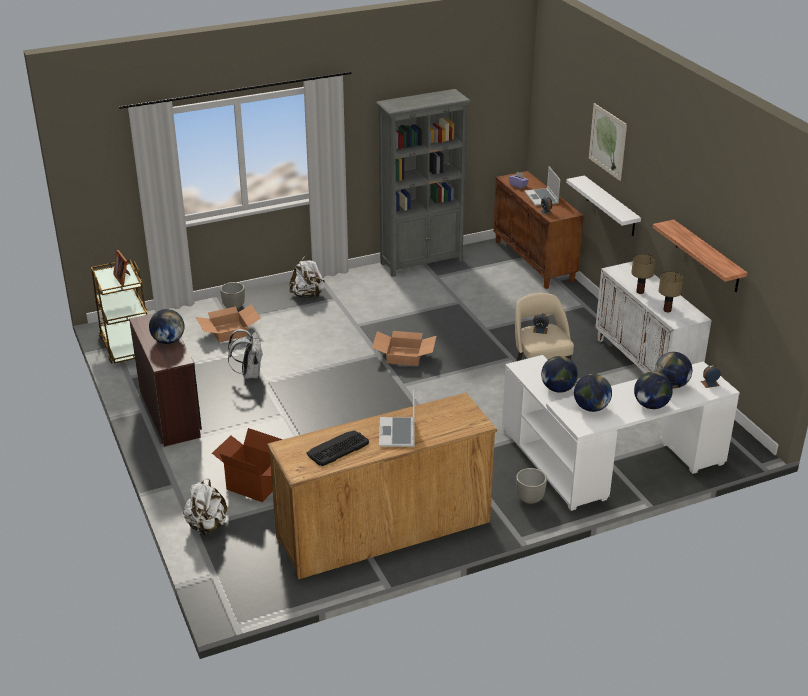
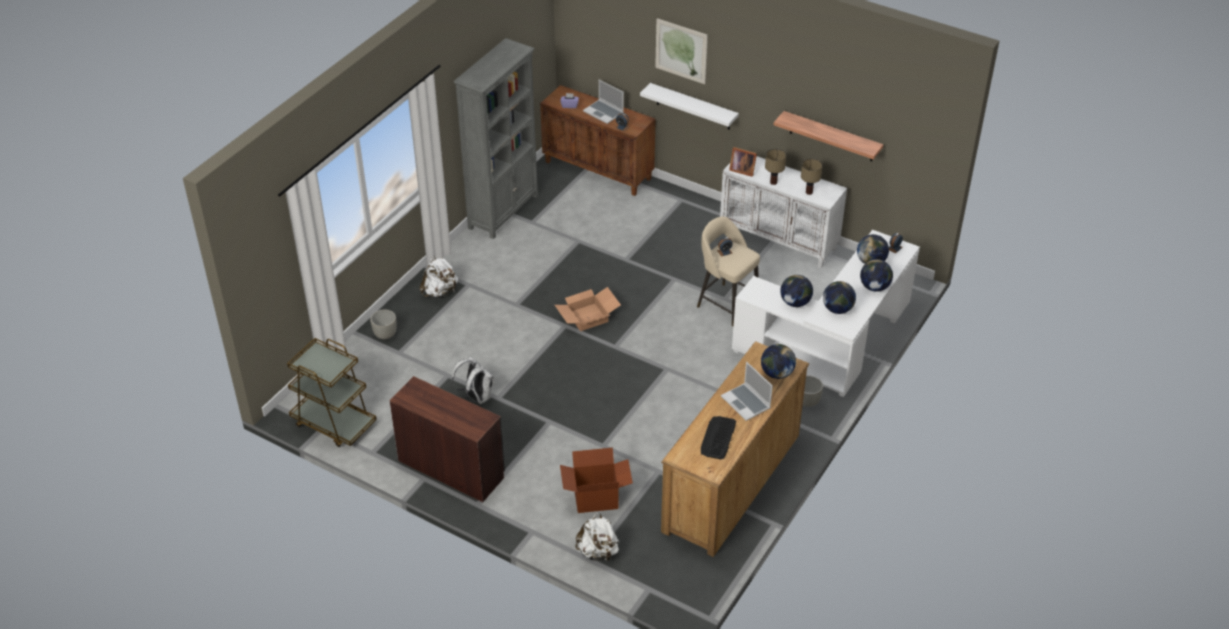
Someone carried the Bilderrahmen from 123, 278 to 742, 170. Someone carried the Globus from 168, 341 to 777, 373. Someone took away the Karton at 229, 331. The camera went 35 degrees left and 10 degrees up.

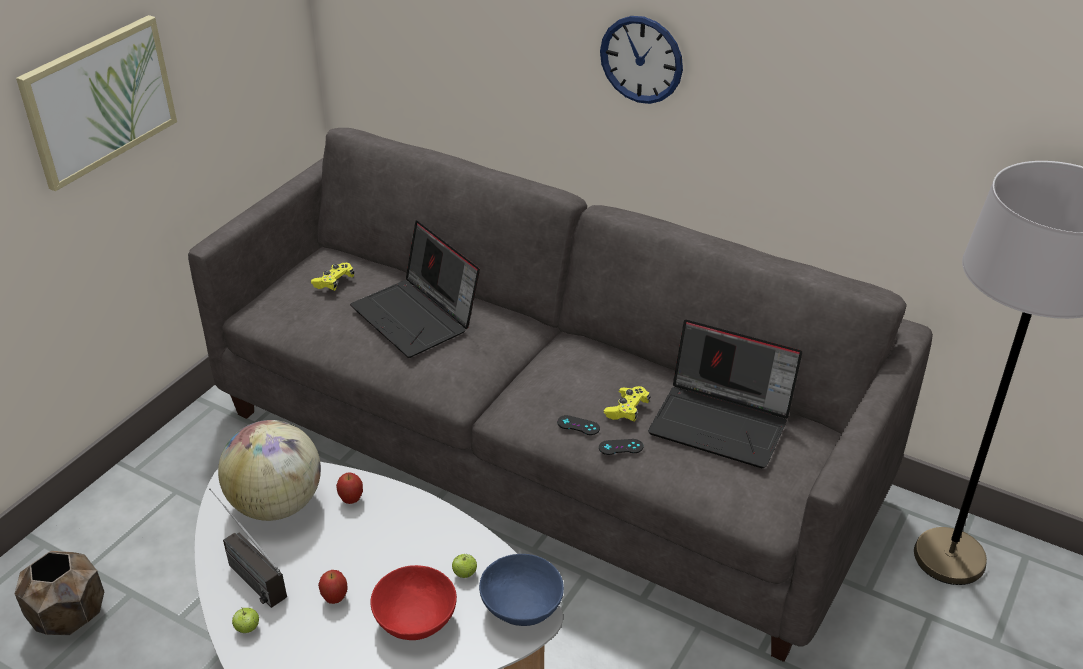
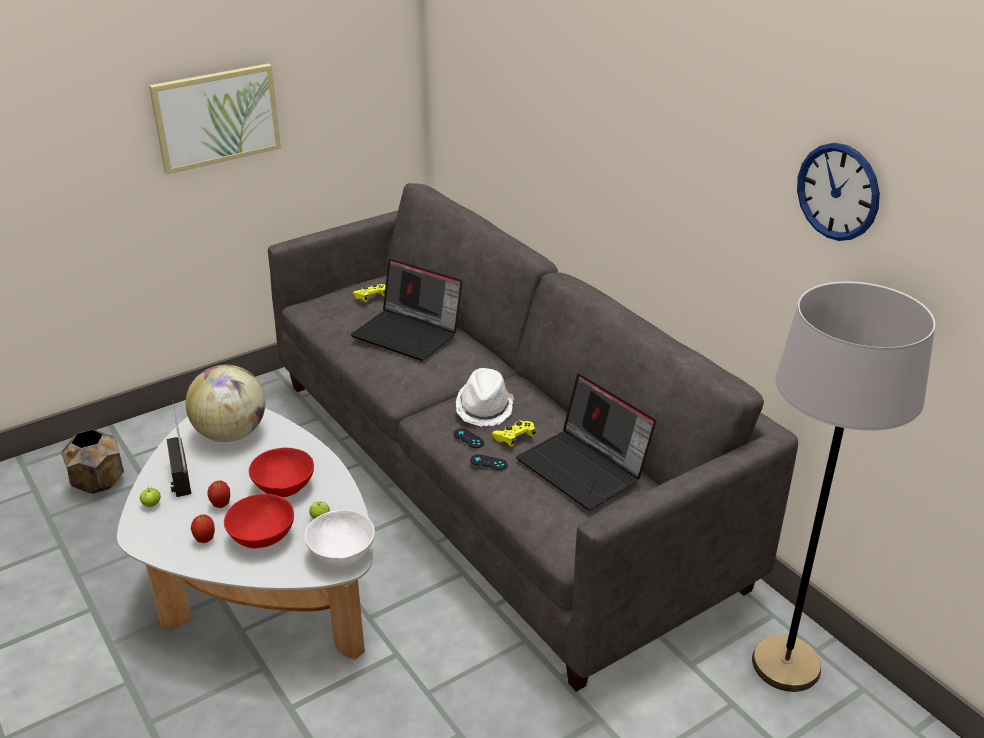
Someone carried the Apfel from 351, 500 to 205, 540. Someone put down the Schüssel [rot] at 284, 487. Someone repainted the Schüssel [blau] at 522, 608, which became the Schüssel [weiß] at 342, 554. Someone rotated the Laptop at 417, 317 by 45 degrees counterclockwise. Someone put down the Hut [weiß] at 485, 408. Someone carried the Wanduhr from 641, 59 to 838, 192. The camera went 25 degrees right and 5 degrees down.

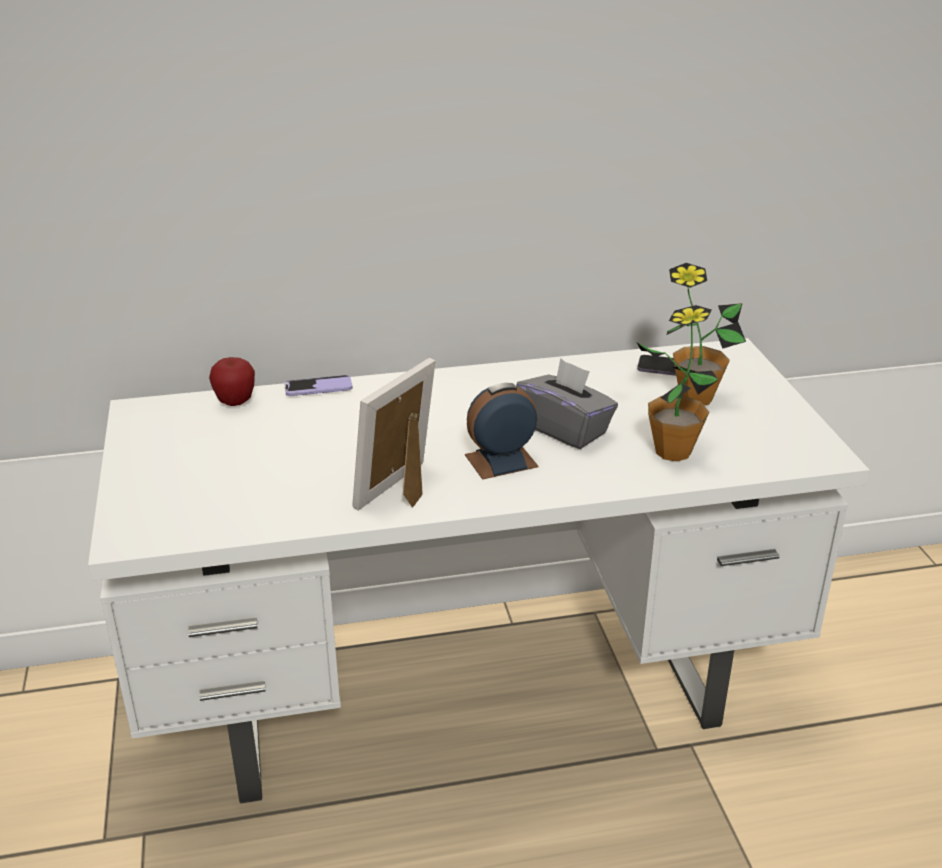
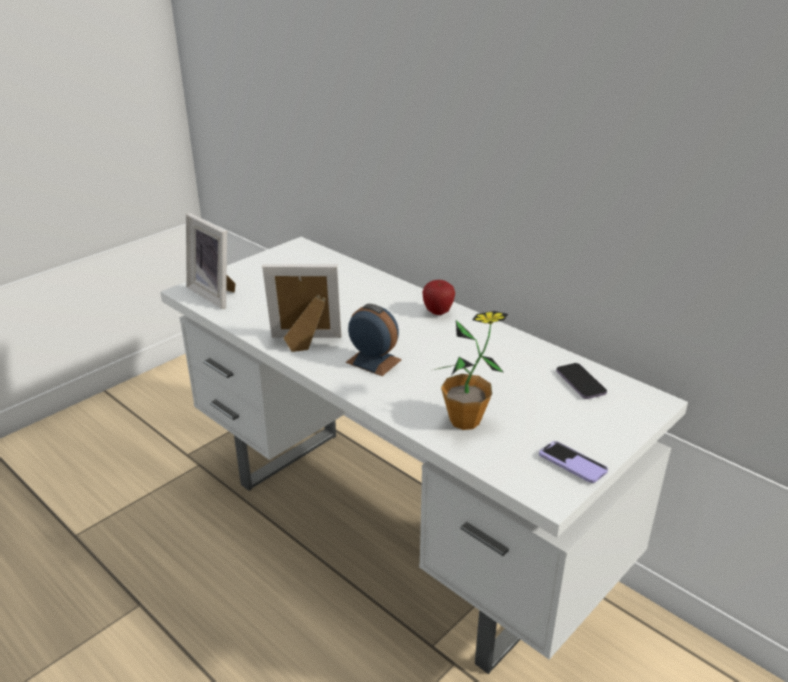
Someone put down the Bilderrahmen at 216, 294. Someone carried the Apfel from 235, 402 to 438, 312. Someone carried the Handy from 318, 388 to 572, 463. Someone took away the Taschentuchbox [grau] at 565, 429. Someone took away the Topfpflanze at 695, 398. The camera went 55 degrees right and 0 degrees up.

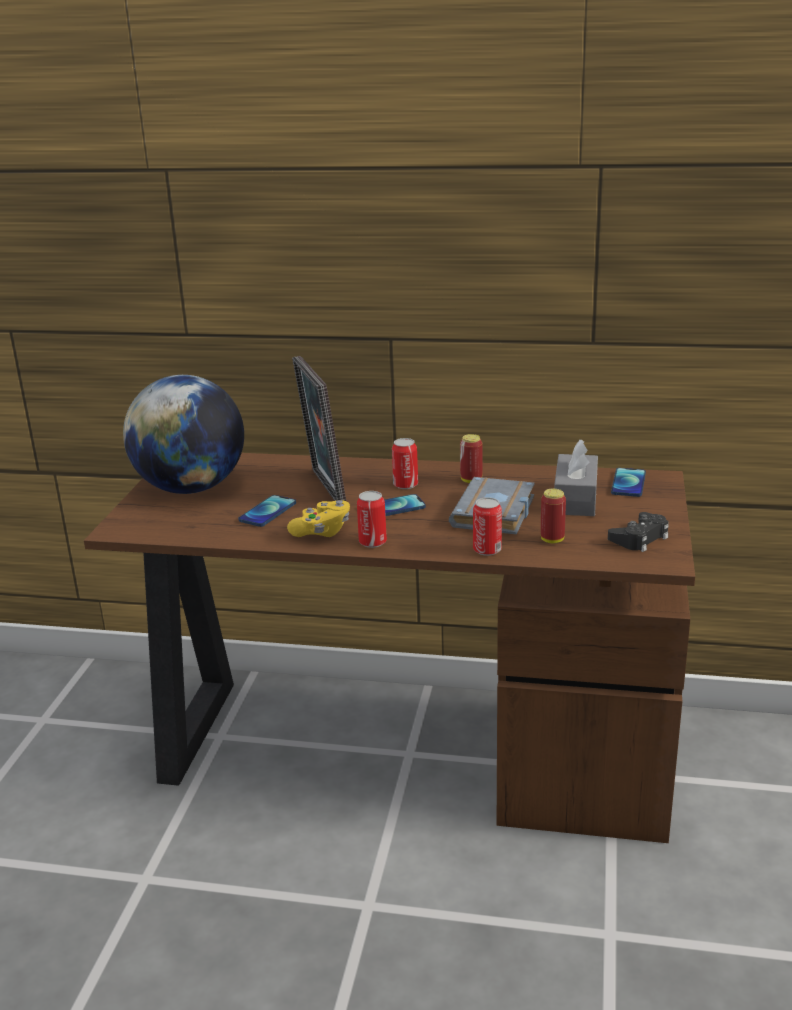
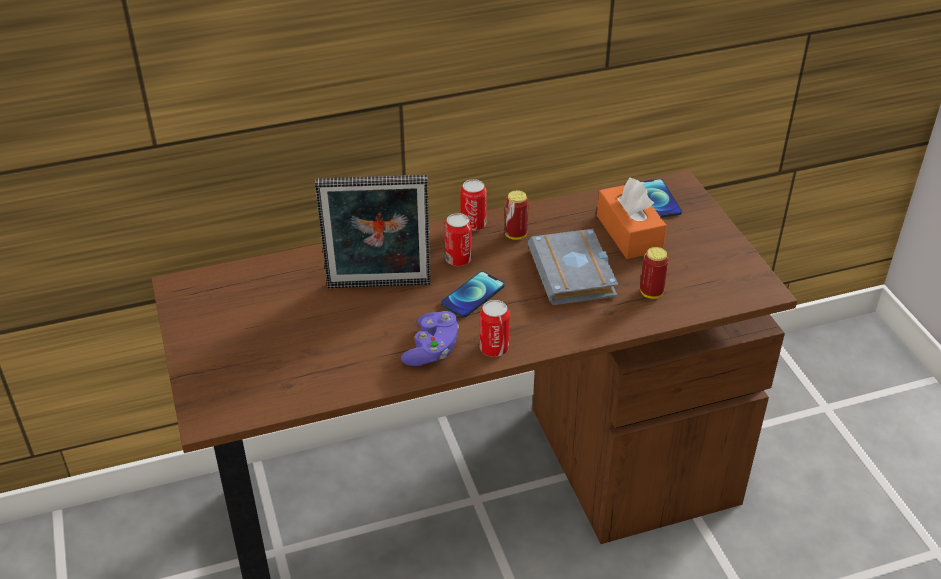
Someone rotated the Bilderrahmen at 323, 488 by 45 degrees counterclockwise. Someone repainted the Gamepad [gelb] at 322, 532, which became the Gamepad [lila] at 432, 350. Someone carried the Dose from 487, 550 to 473, 224. Someone repainted the Taschentuchbox [grau] at 575, 499, which became the Taschentuchbox [orange] at 629, 233. Someone took away the Globus at 191, 488. Someone took away the Handy at 267, 512. Someone took away the Gamepad [schwarz] at 639, 538. The camera went 30 degrees left and 15 degrees up.

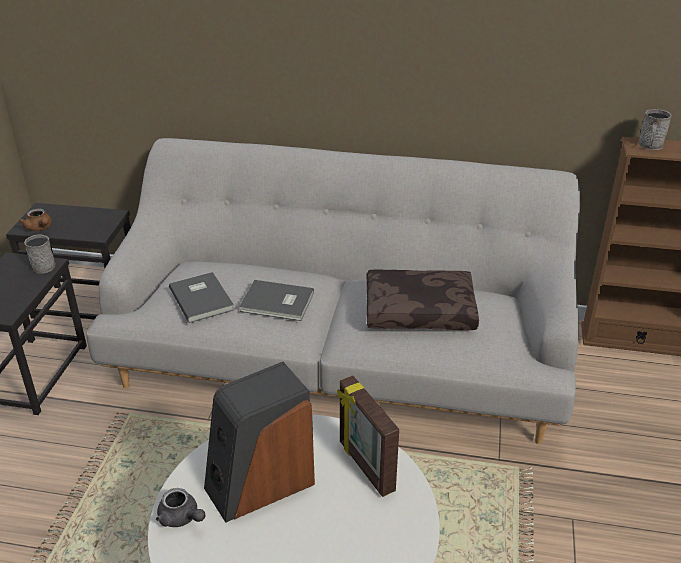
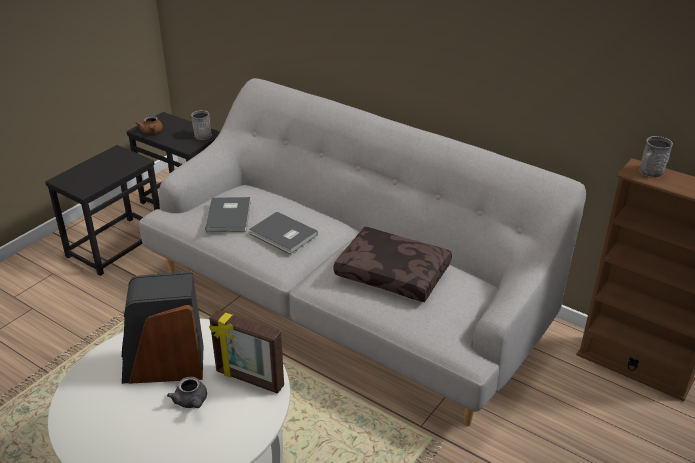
Someone carried the Teekanne [grau] from 181, 518 to 191, 402. Someone carried the Henkelbecher [grau] from 41, 265 to 202, 134. Someone rotated the Bilderrahmen at 365, 466 by 60 degrees counterclockwise. The camera went 25 degrees right and 0 degrees up.

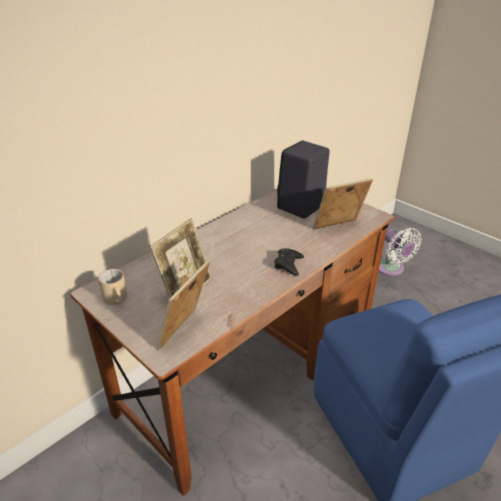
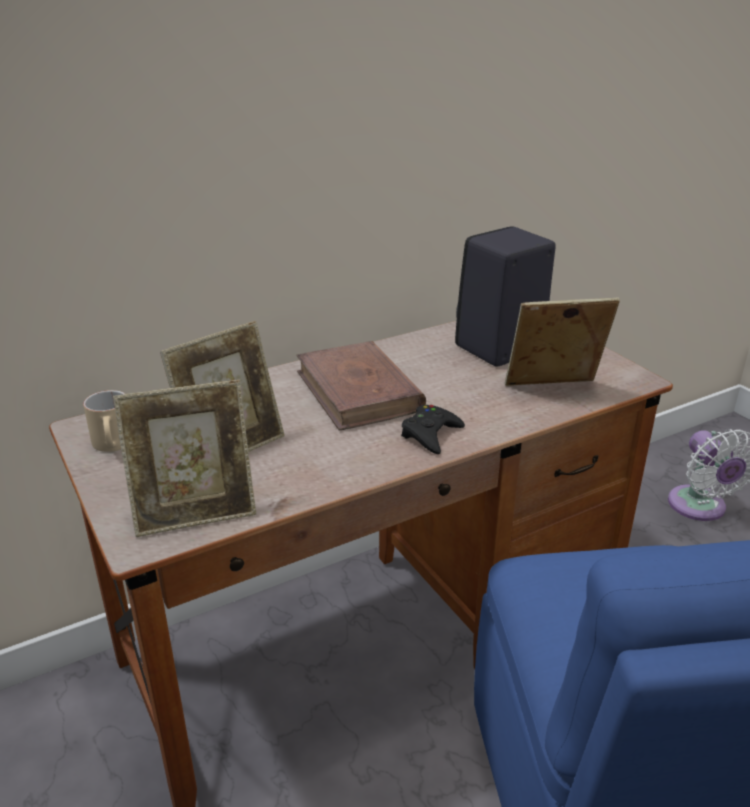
Someone rotated the Bilderrahmen at 186, 332 by 150 degrees counterclockwise. Someone put down the Buch [braun] at 358, 391. The camera went 15 degrees right and 5 degrees down.

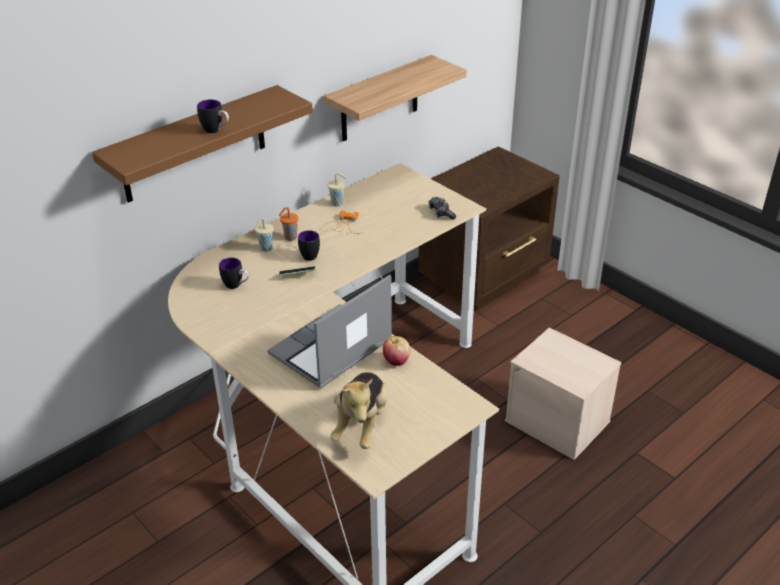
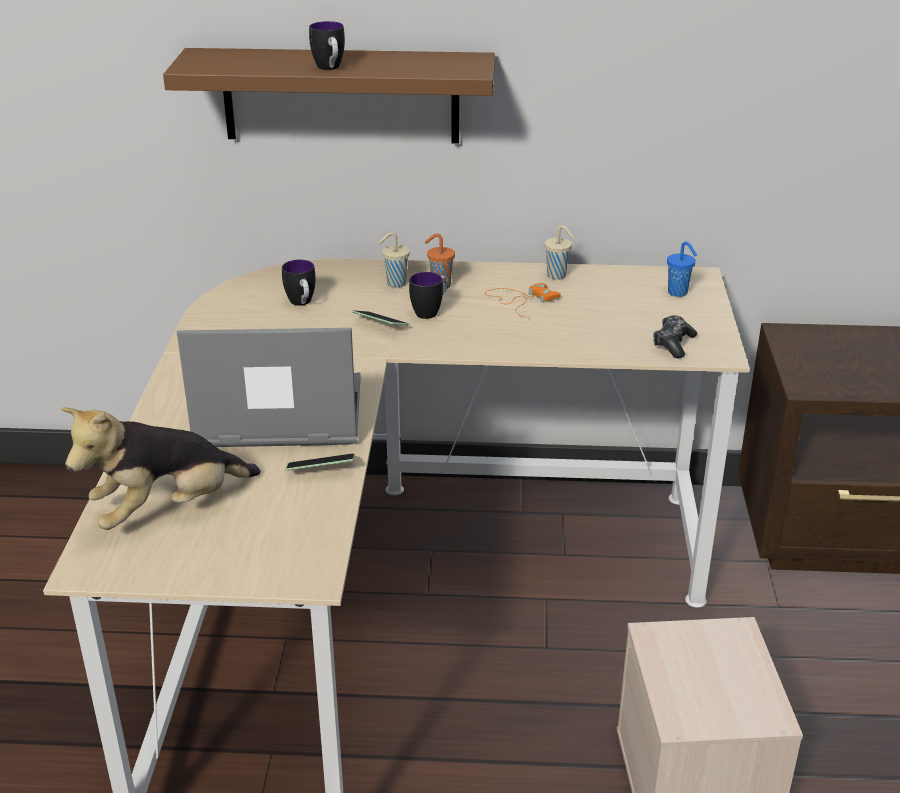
Someone swapped the Apfel at 396, 361 for the Handy at 321, 470. Someone put down the Tasse [blau] at 678, 293. Someone took away the Wandregal at 379, 99. The camera went 45 degrees right and 5 degrees down.

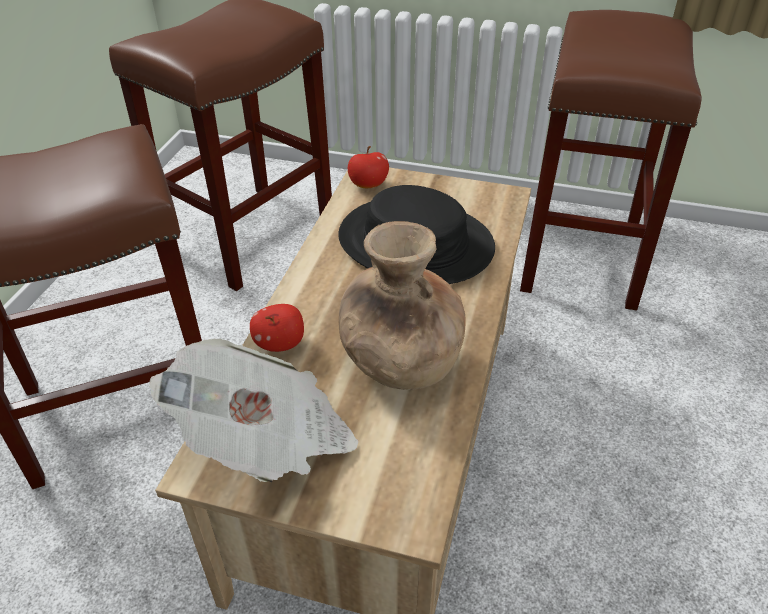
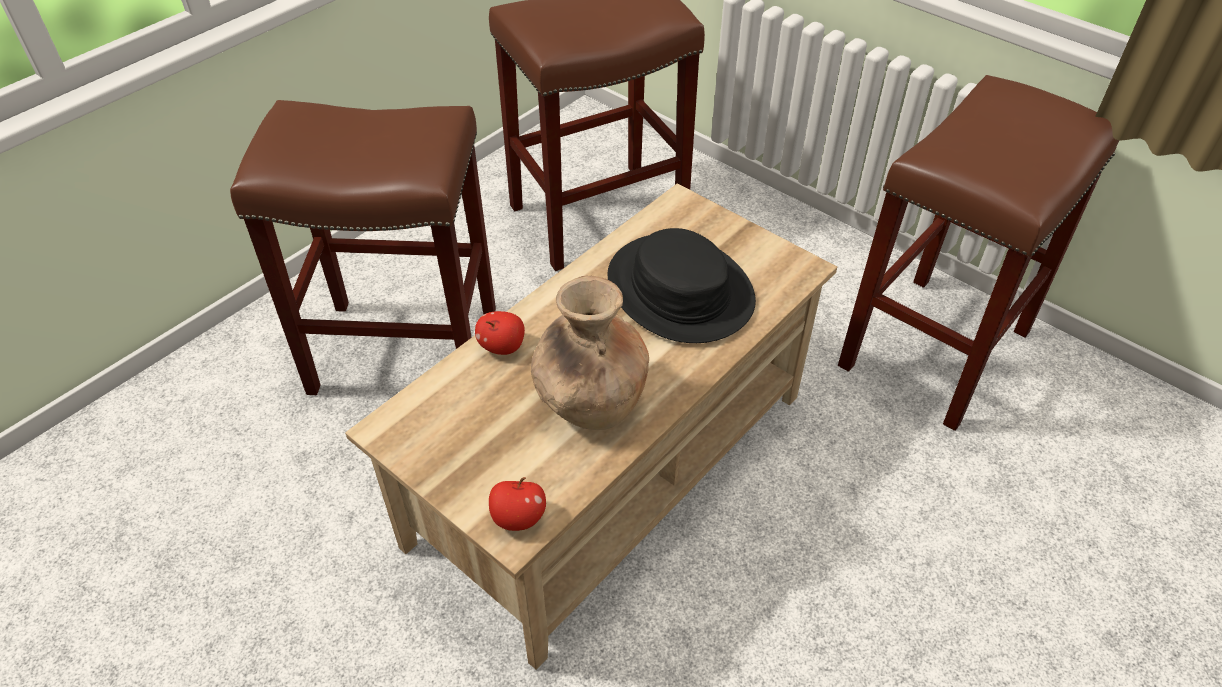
Someone carried the Apfel from 368, 185 to 518, 518. Someone took away the Zeitung at 267, 439. The camera went 25 degrees right and 5 degrees up.

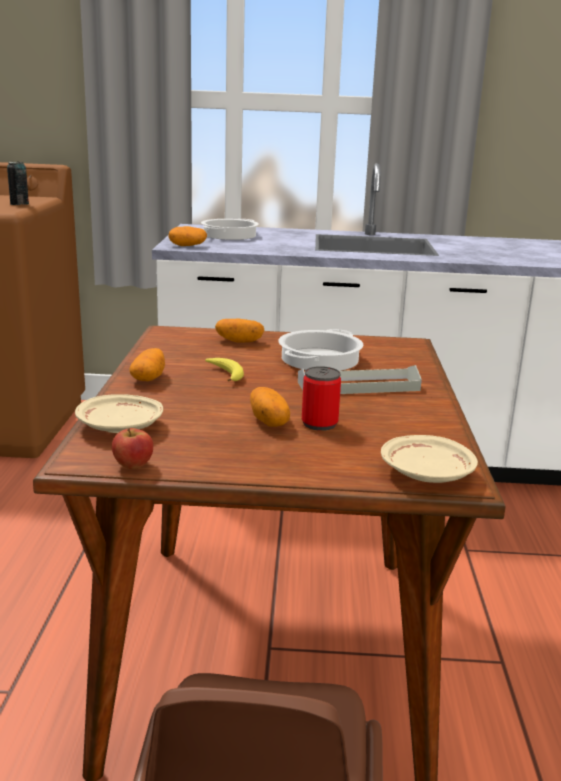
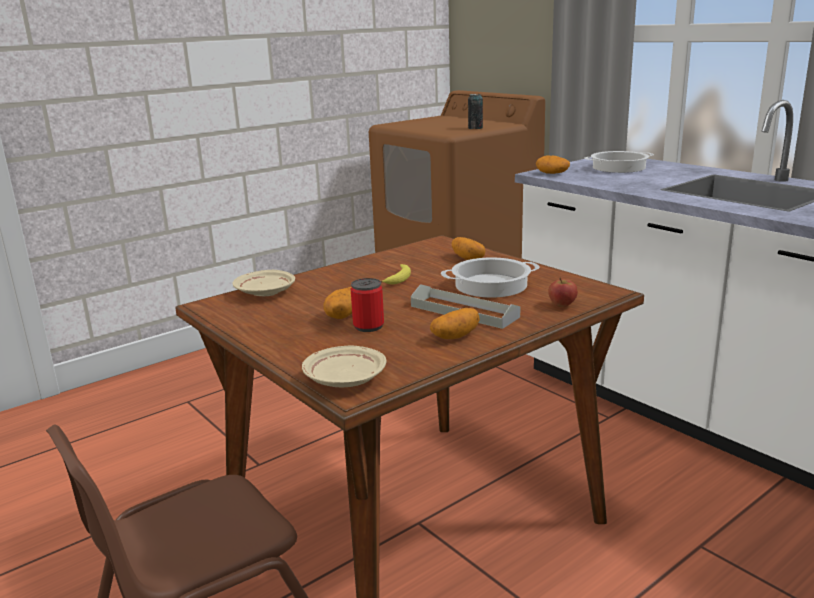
Someone carried the Kartoffel from 148, 378 to 455, 336. Someone carried the Apfel from 133, 465 to 562, 305. The camera went 50 degrees right and 0 degrees up.

